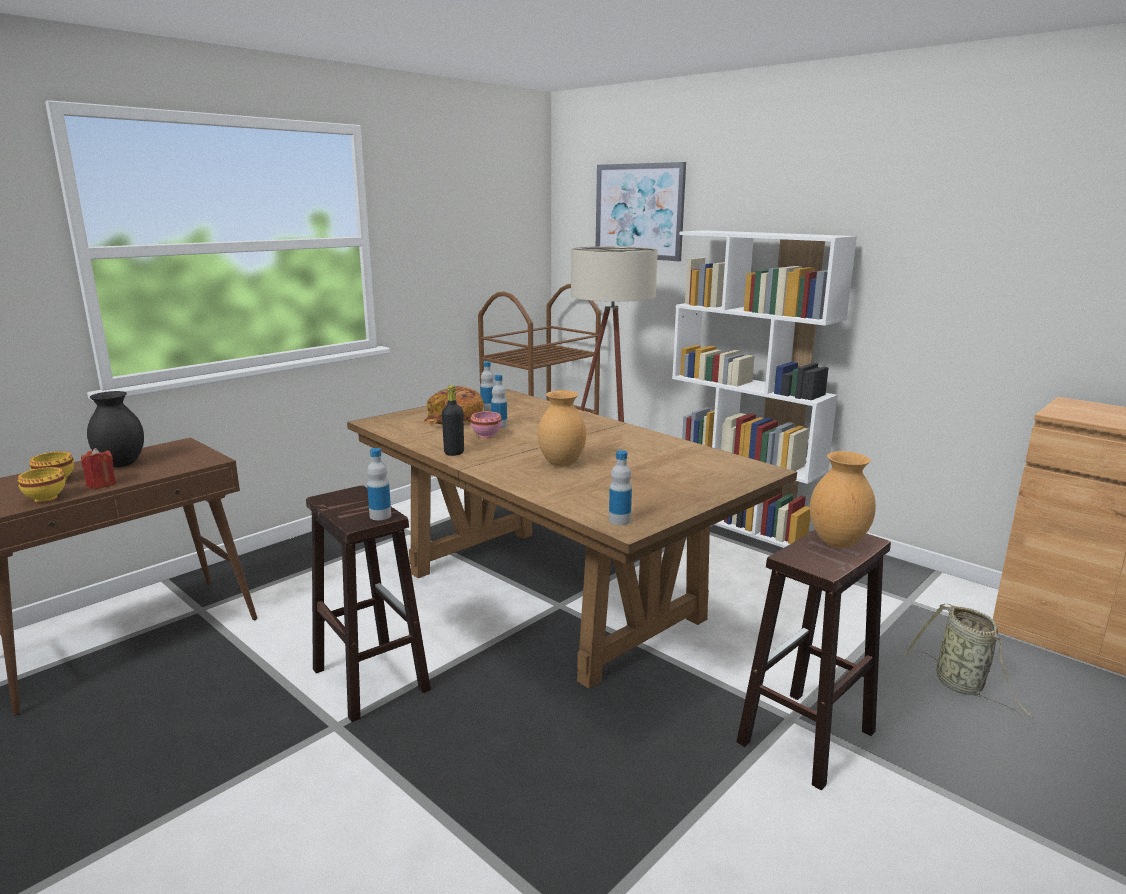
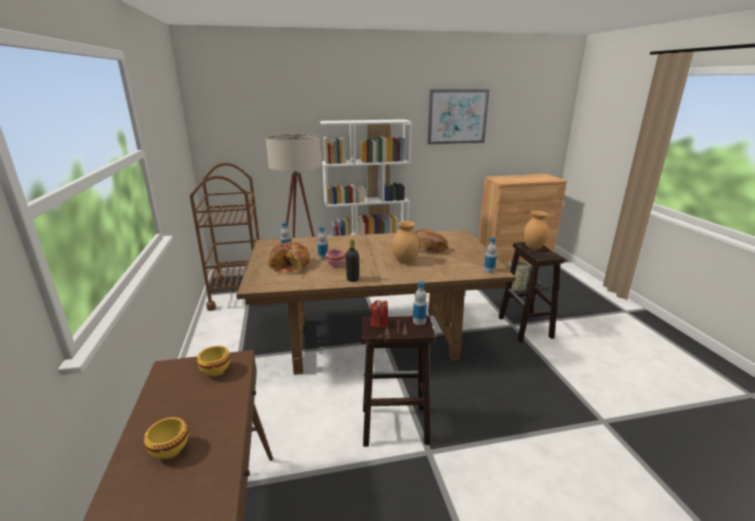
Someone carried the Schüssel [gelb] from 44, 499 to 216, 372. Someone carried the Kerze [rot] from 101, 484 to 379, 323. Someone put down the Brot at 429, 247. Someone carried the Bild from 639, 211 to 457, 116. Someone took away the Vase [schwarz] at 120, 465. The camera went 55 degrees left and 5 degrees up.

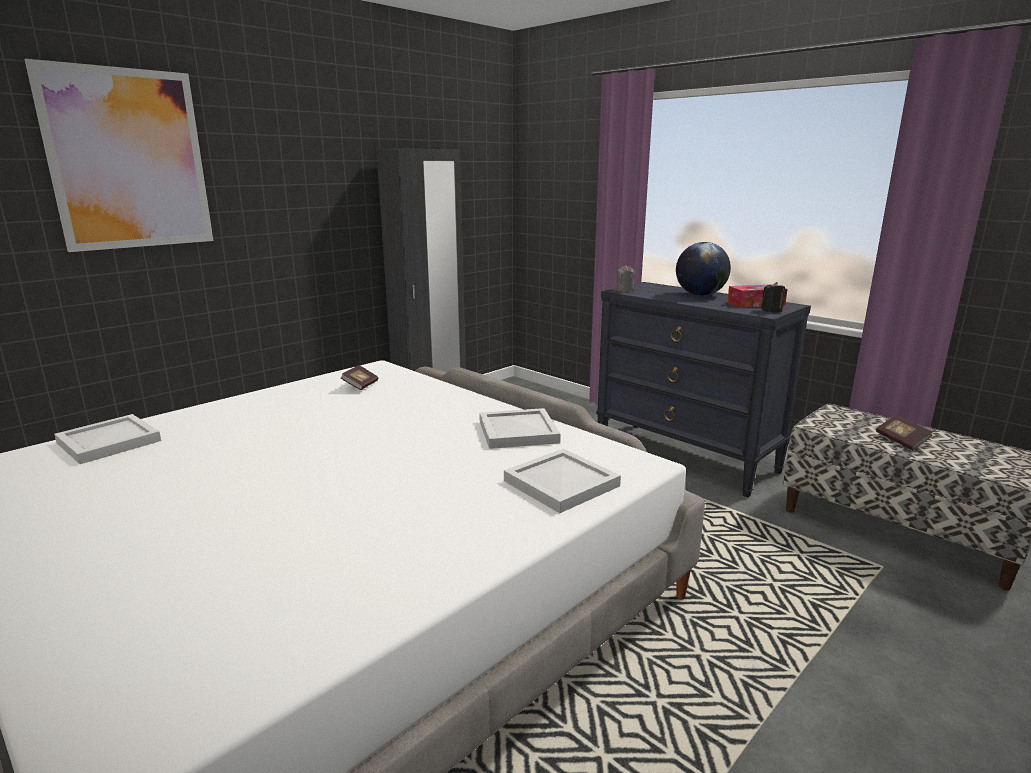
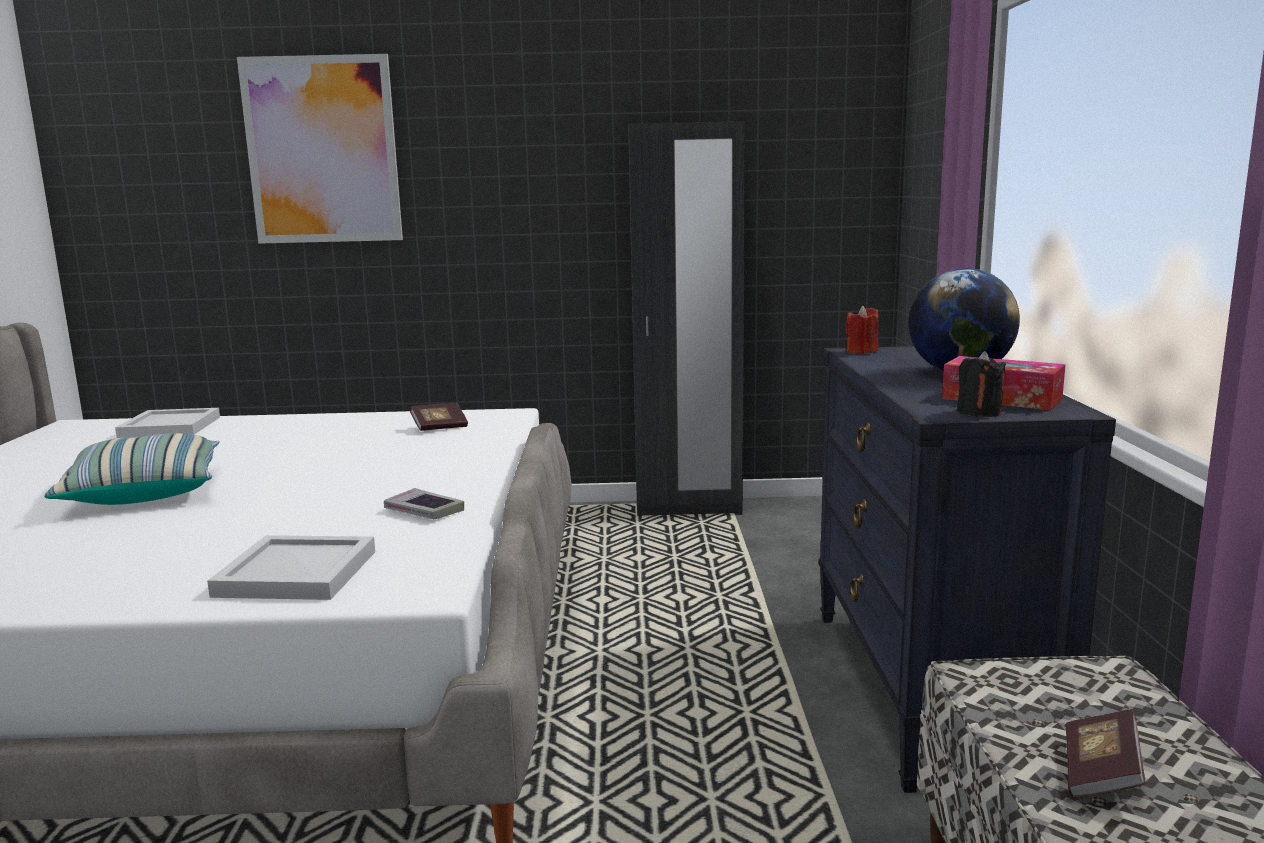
Someone put down the Kissen at 144, 492. Someone swapped the Tablett [weiß] at 517, 431 for the Buch at 424, 511. Someone repainted the Kerze [grau] at 625, 290, which became the Kerze [rot] at 862, 351. The camera went 45 degrees right and 5 degrees down.

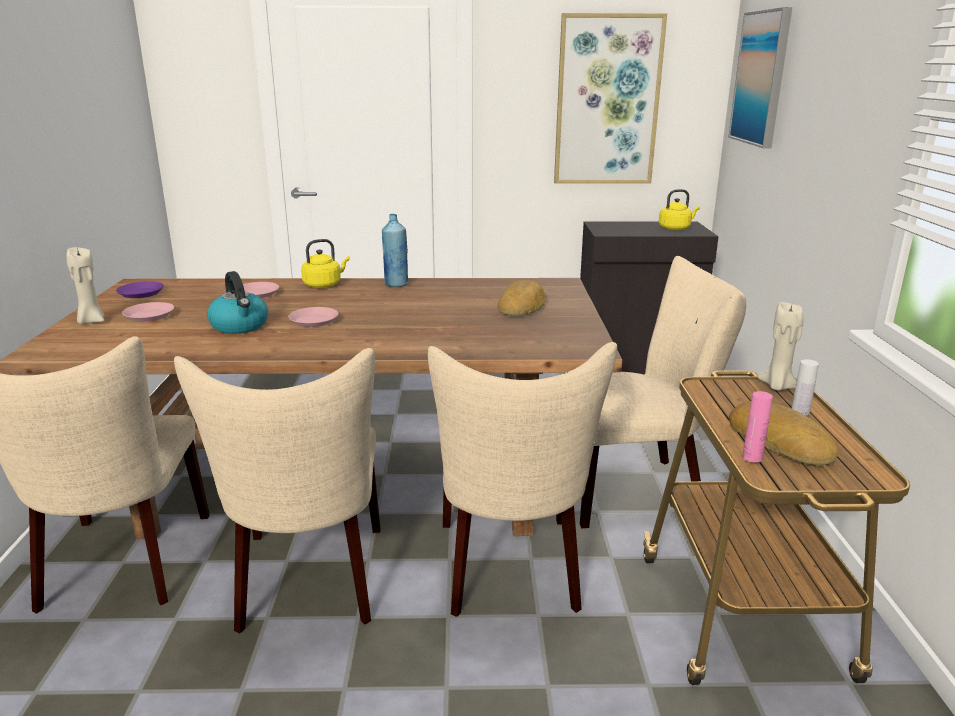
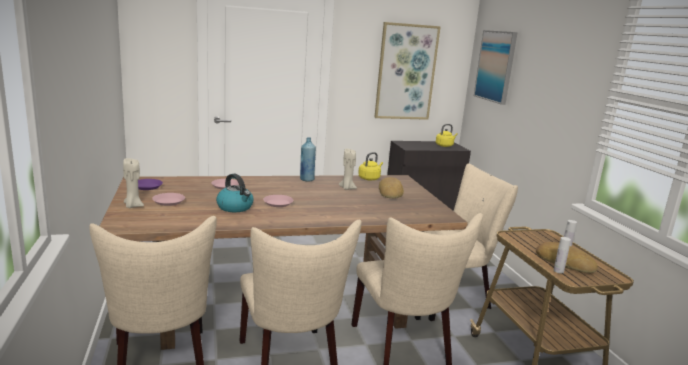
Someone carried the Kerze [beige] from 777, 386 to 347, 188. Someone carried the Wasserkessel [gelb] from 324, 285 to 370, 178. Someone repainted the Flasche [rosa] at 752, 457, which became the Flasche [weiß] at 558, 271. The camera went 15 degrees left and 5 degrees down.

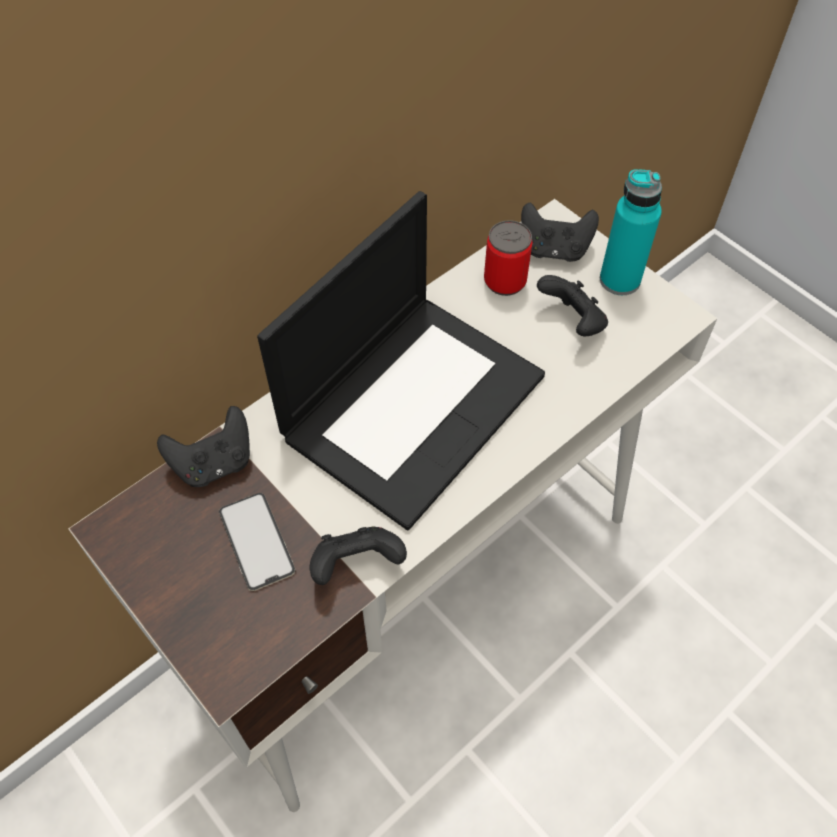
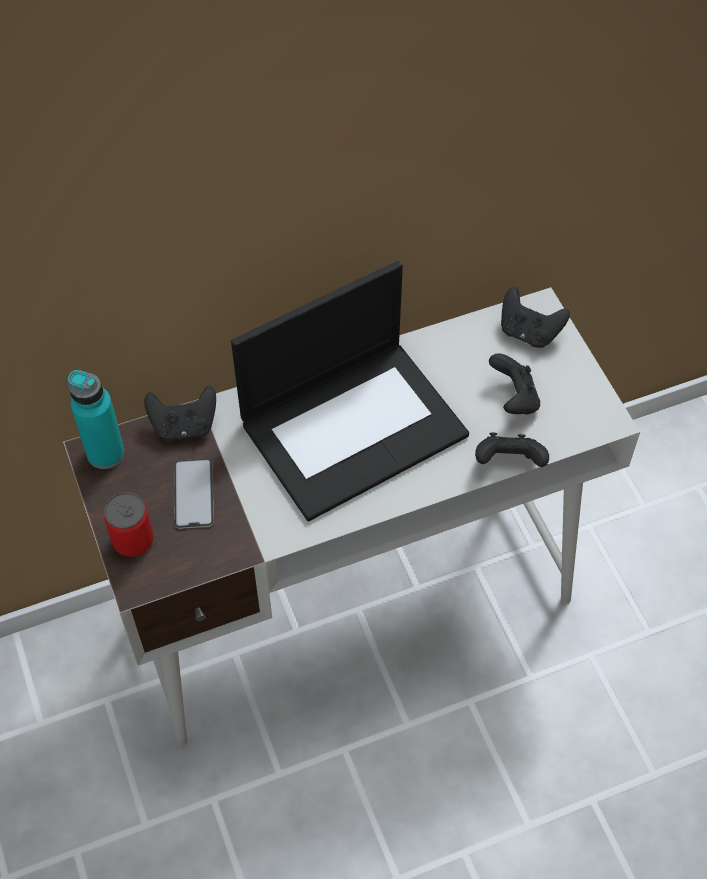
Someone carried the Flasche [türkis] from 619, 280 to 105, 453. Someone carried the Dose from 505, 281 to 133, 540. Someone carried the Gamepad [schwarz] from 357, 565 to 509, 462. The camera went 20 degrees right and 0 degrees up.

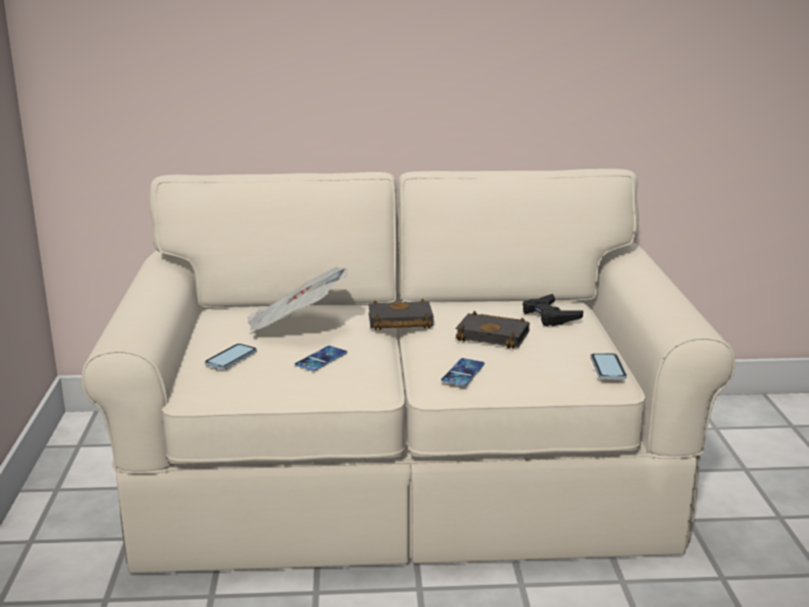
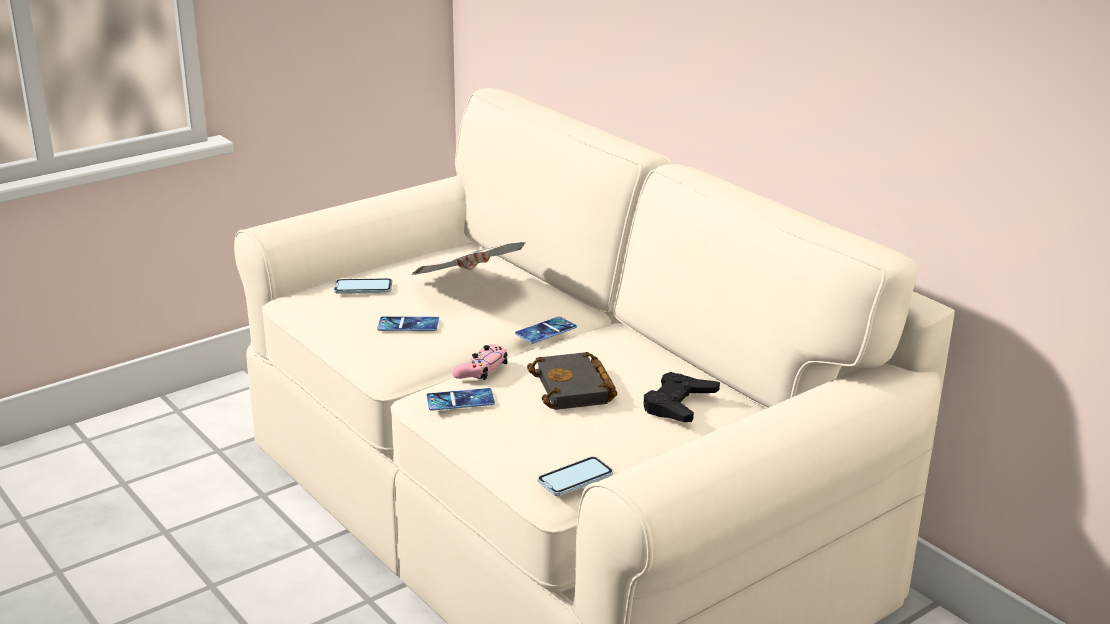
Someone put down the Gamepad [rosa] at 481, 370. Someone swapped the Buch [schwarz] at 398, 322 for the Handy at 546, 331. The camera went 55 degrees right and 5 degrees up.

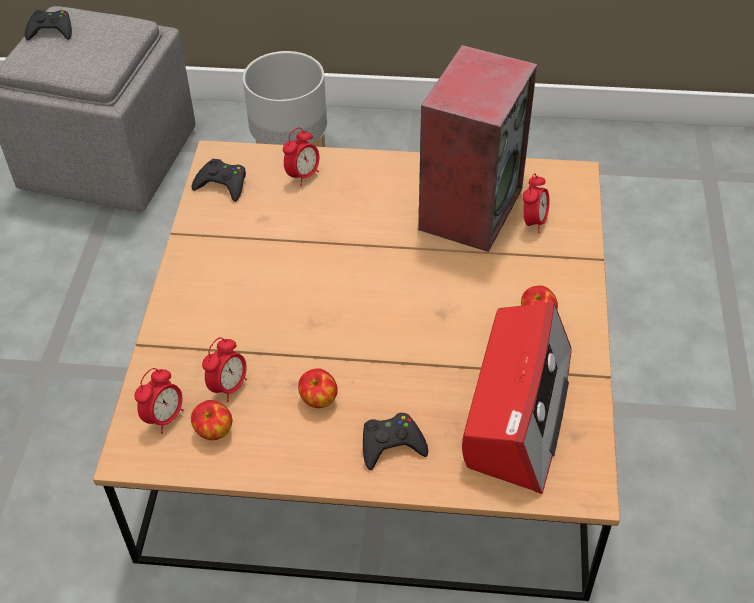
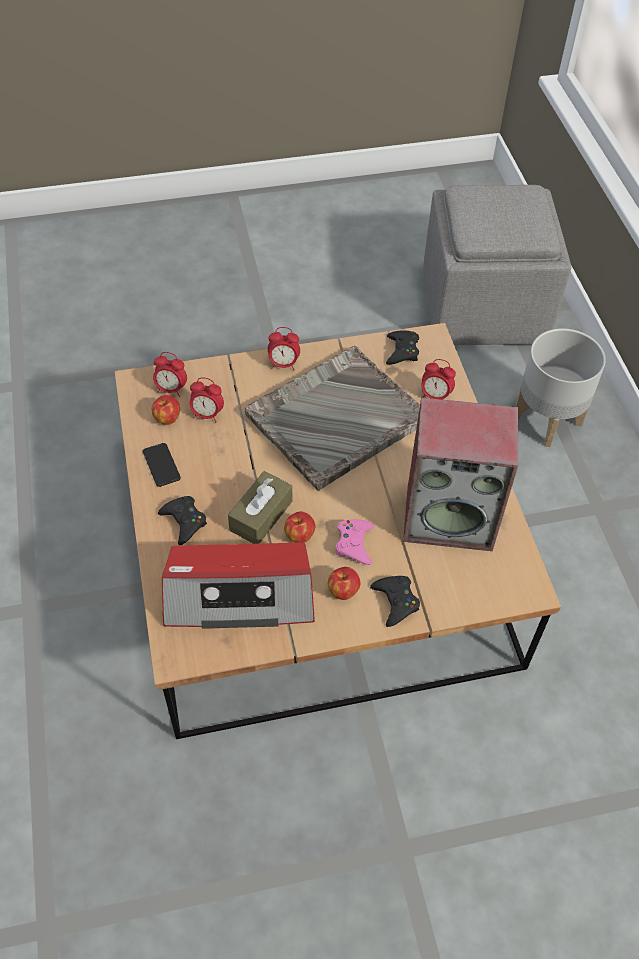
Someone put down the Handy at 161, 465. Someone put down the Taschentuchbox [braun] at 261, 515. Someone put down the Tablett [grau] at 335, 419. Someone carried the Wecker from 533, 222 to 283, 364. Someone carried the Apfel from 318, 400 to 299, 535. Someone put down the Gamepad [rosa] at 354, 544. Someone carried the Gamepad [schwarz] from 51, 30 to 395, 602. The camera went 70 degrees right and 5 degrees up.

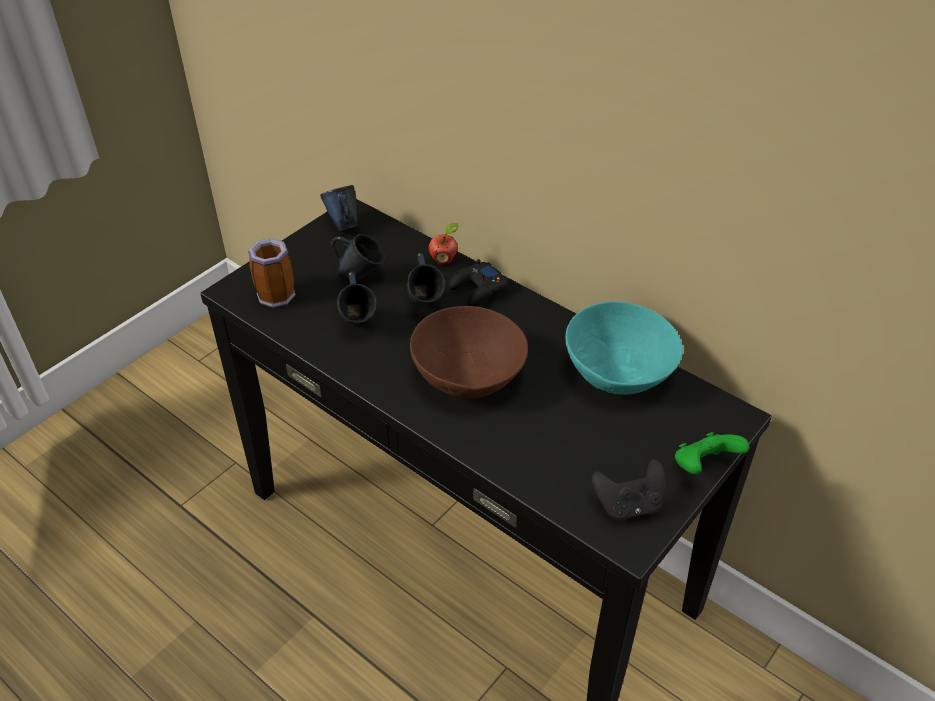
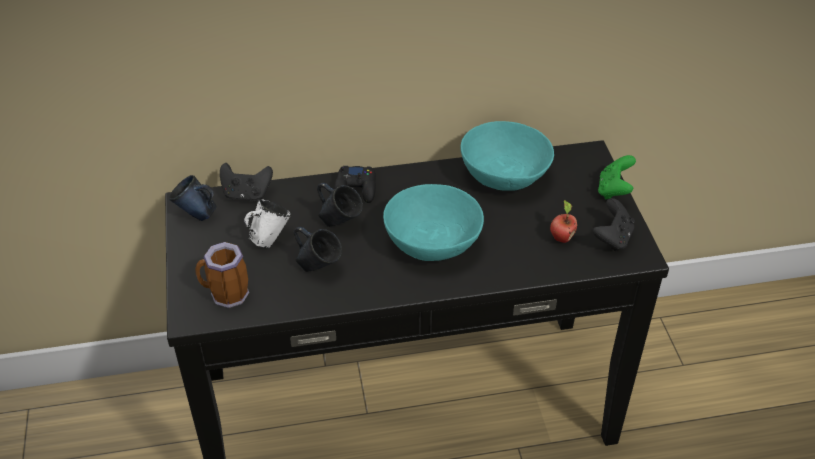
Someone put down the Gamepad [schwarz] at 247, 194. Someone repainted the Henkelbecher [blau] at 360, 278, which became the Henkelbecher [weiß] at 269, 239. Someone repainted the Schüssel [braun] at 468, 375, which became the Schüssel [türkis] at 432, 242. Someone carried the Apfel from 444, 260 to 561, 237. The camera went 50 degrees left and 0 degrees up.

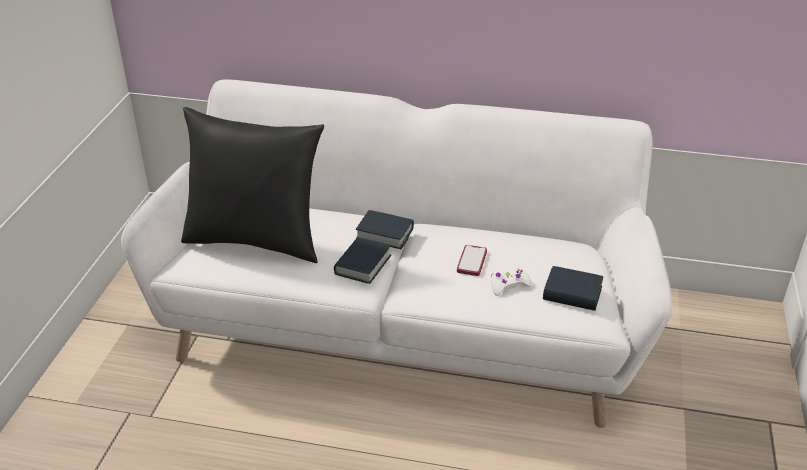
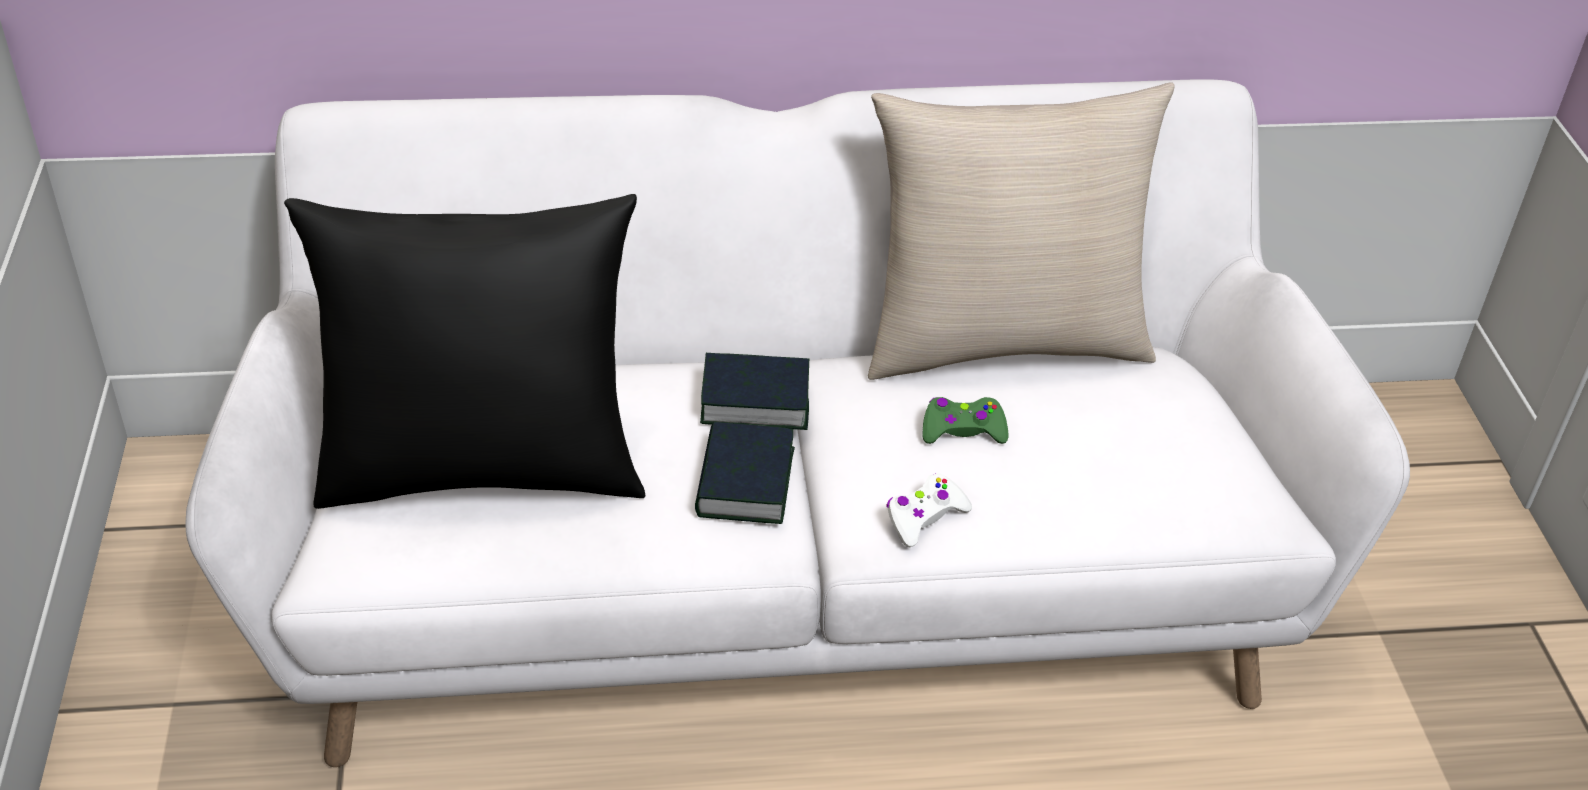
Someone put down the Kissen [beige] at 1002, 341. Someone carried the Gamepad [weiß] from 509, 285 to 924, 517. Someone swapped the Handy at 471, 261 for the Gamepad [grün] at 962, 430. Someone took away the Buch at 572, 294. The camera went 20 degrees left and 5 degrees up.

